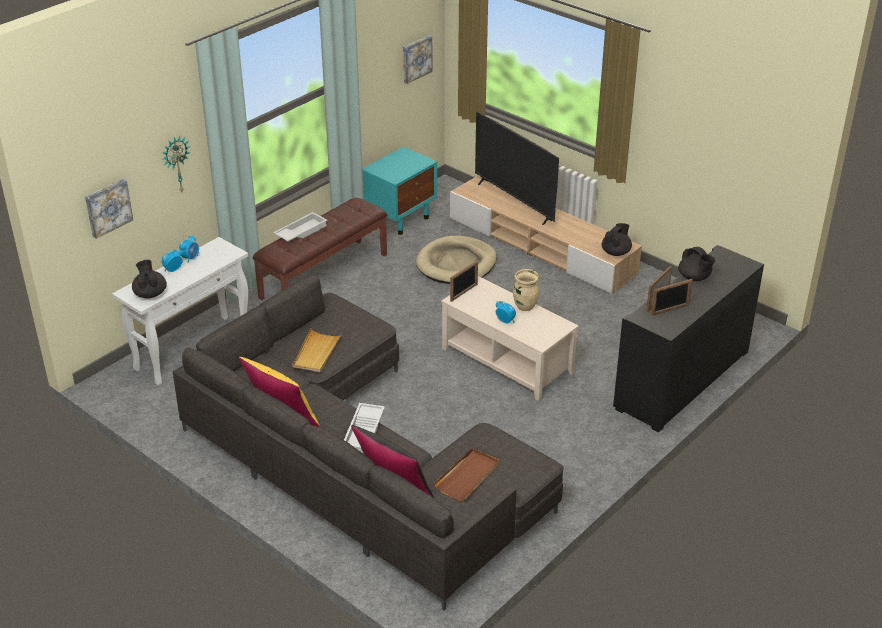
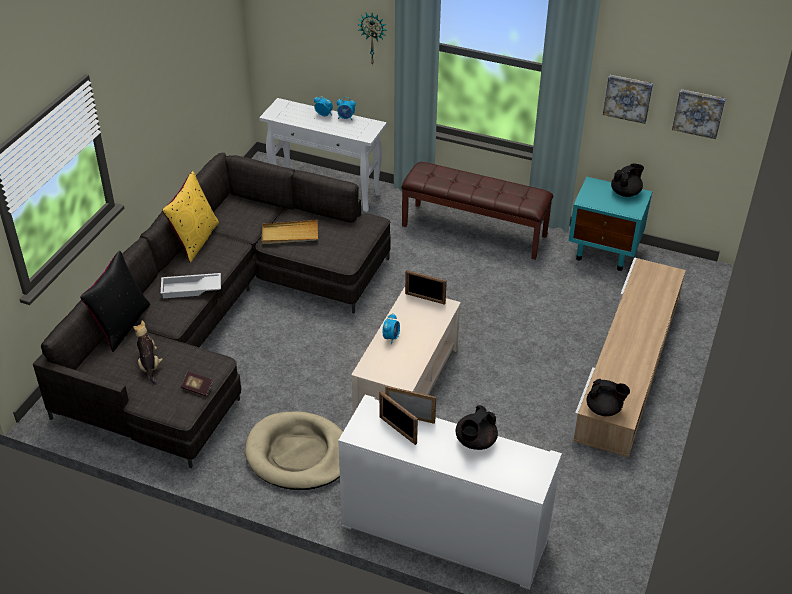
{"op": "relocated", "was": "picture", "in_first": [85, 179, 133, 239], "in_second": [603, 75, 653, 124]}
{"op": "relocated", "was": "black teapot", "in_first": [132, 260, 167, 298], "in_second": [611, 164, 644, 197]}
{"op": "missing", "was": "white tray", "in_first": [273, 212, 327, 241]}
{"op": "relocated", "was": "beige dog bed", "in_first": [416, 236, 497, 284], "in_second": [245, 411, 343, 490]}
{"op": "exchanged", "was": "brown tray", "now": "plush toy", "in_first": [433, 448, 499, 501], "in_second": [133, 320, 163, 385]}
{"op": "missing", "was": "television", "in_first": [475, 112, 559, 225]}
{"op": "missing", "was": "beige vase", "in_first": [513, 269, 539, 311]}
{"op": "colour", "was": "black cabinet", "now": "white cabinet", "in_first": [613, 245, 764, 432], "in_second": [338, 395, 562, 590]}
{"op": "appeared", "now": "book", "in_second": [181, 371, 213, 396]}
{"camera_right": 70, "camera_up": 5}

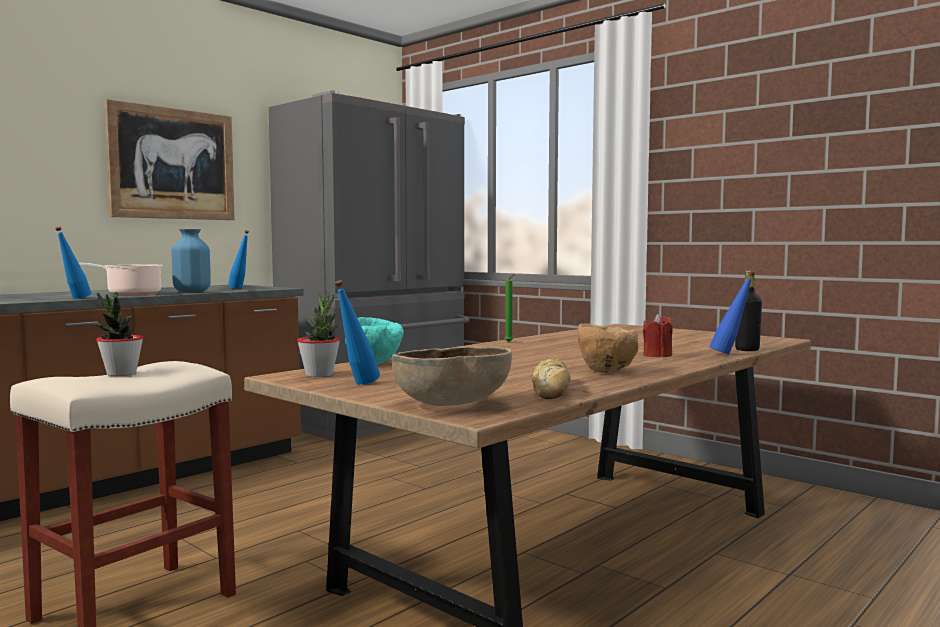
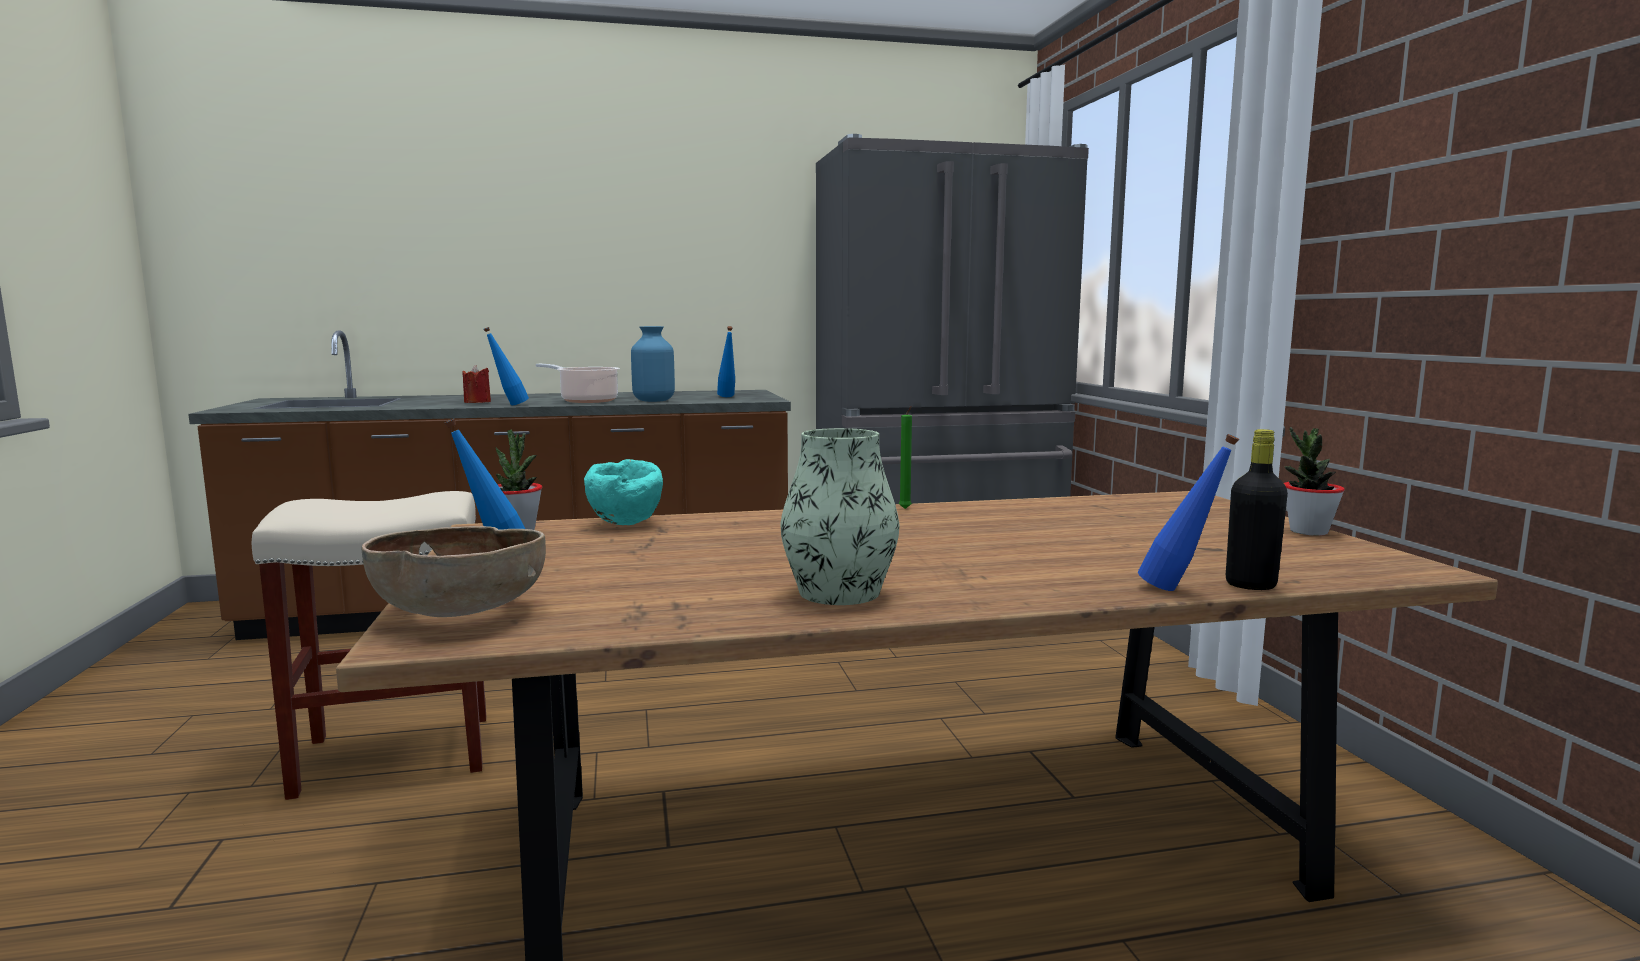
{"op": "relocated", "was": "potted plant", "in_first": [95, 292, 143, 376], "in_second": [1284, 427, 1345, 536]}
{"op": "missing", "was": "picture", "in_first": [105, 99, 235, 220]}
{"op": "missing", "was": "bread", "in_first": [533, 359, 571, 399]}
{"op": "exchanged", "was": "brown bowl", "now": "vase", "in_first": [578, 323, 638, 373], "in_second": [780, 428, 900, 605]}
{"op": "relocated", "was": "red candle", "in_first": [643, 314, 673, 357], "in_second": [462, 365, 491, 403]}
{"camera_right": 35, "camera_up": 5}

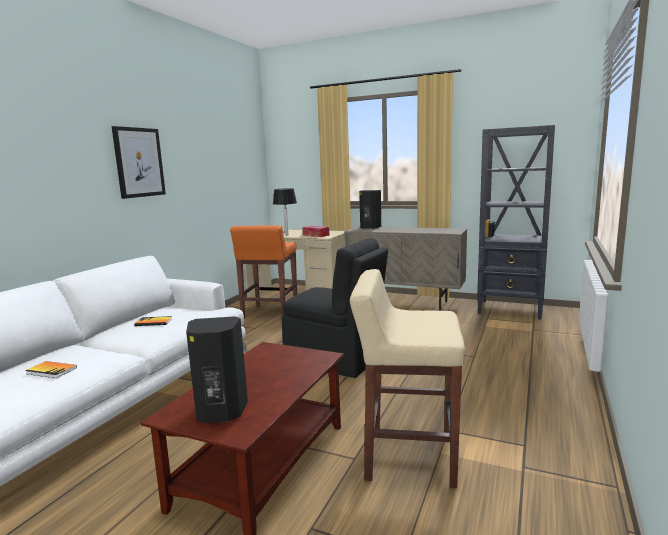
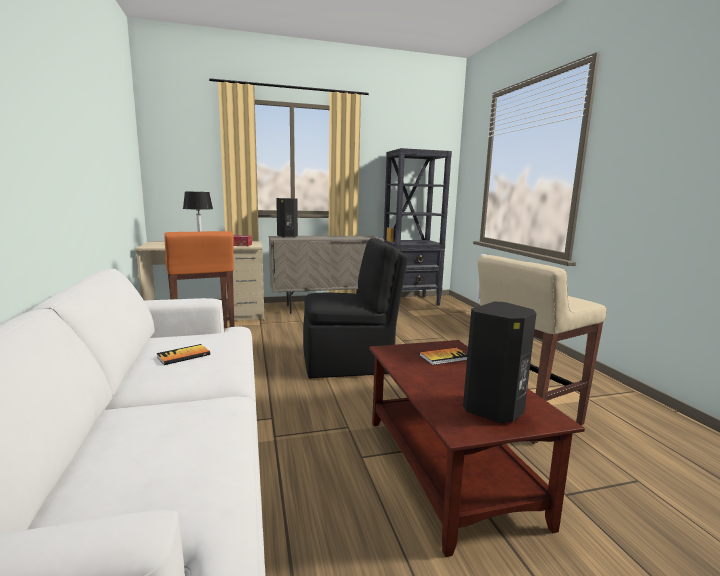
{"op": "relocated", "was": "book", "in_first": [25, 361, 77, 378], "in_second": [420, 348, 467, 365]}
{"op": "missing", "was": "picture", "in_first": [111, 126, 166, 199]}
{"camera_right": -40, "camera_up": 0}

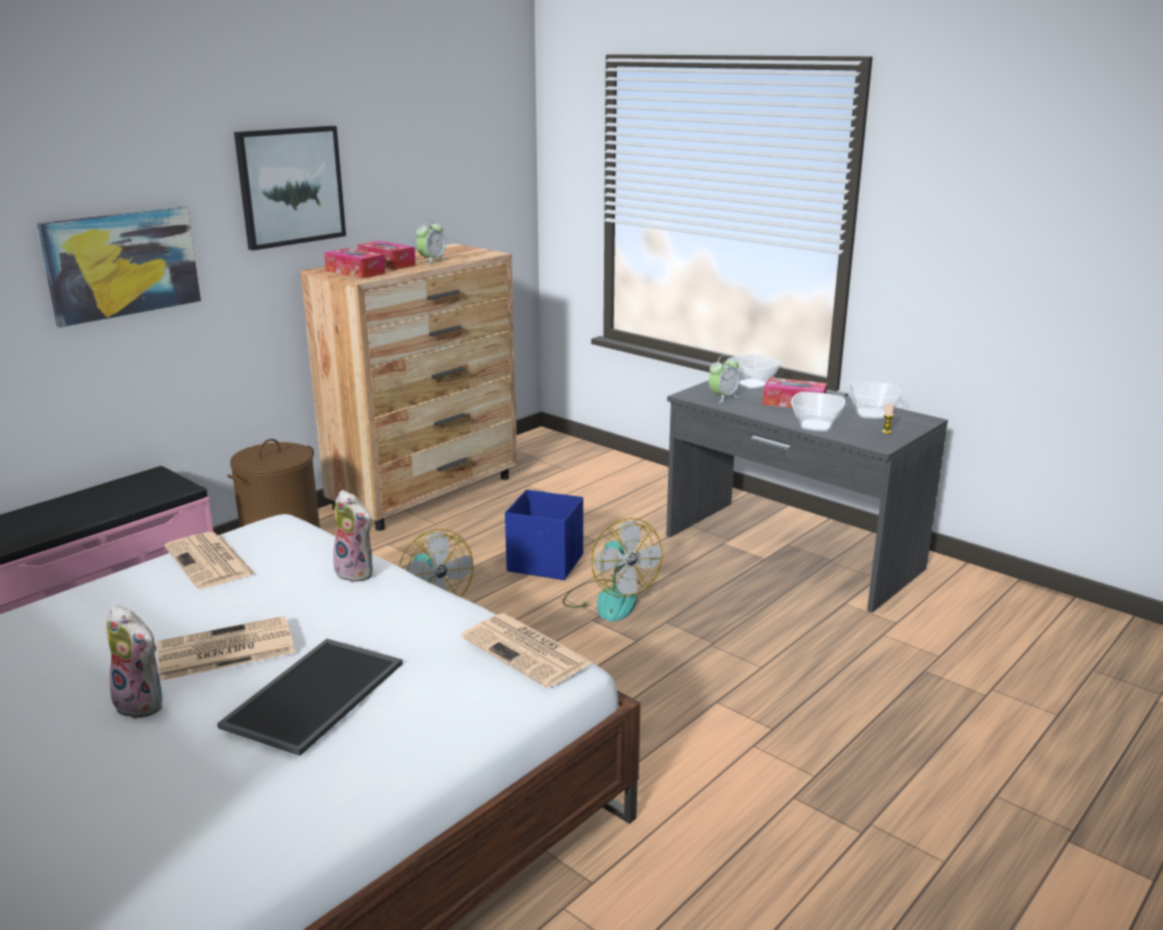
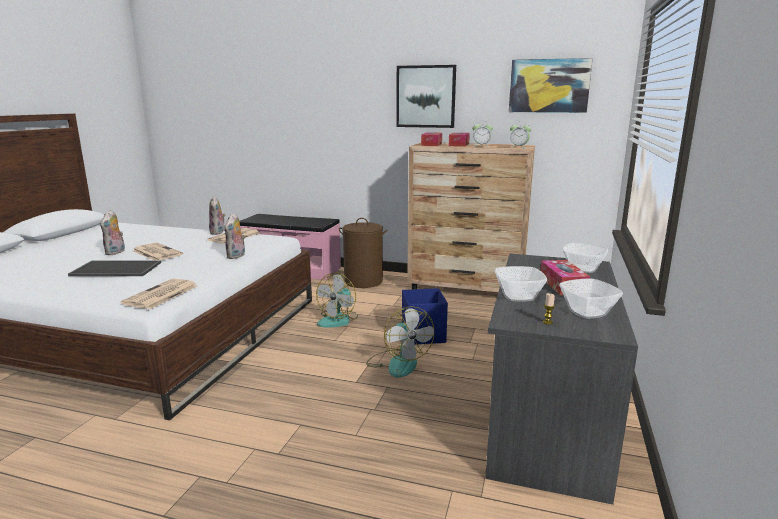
{"op": "relocated", "was": "picture", "in_first": [36, 206, 201, 327], "in_second": [509, 58, 593, 113]}
{"op": "spun", "was": "fan", "in_first": [562, 518, 663, 621], "in_second": [366, 306, 434, 377], "clockwise": -60}
{"op": "relocated", "was": "alarm clock", "in_first": [709, 355, 740, 403], "in_second": [510, 122, 531, 149]}
{"op": "appeared", "now": "plush toy", "in_second": [209, 196, 225, 235]}
{"camera_right": 65, "camera_up": -5}

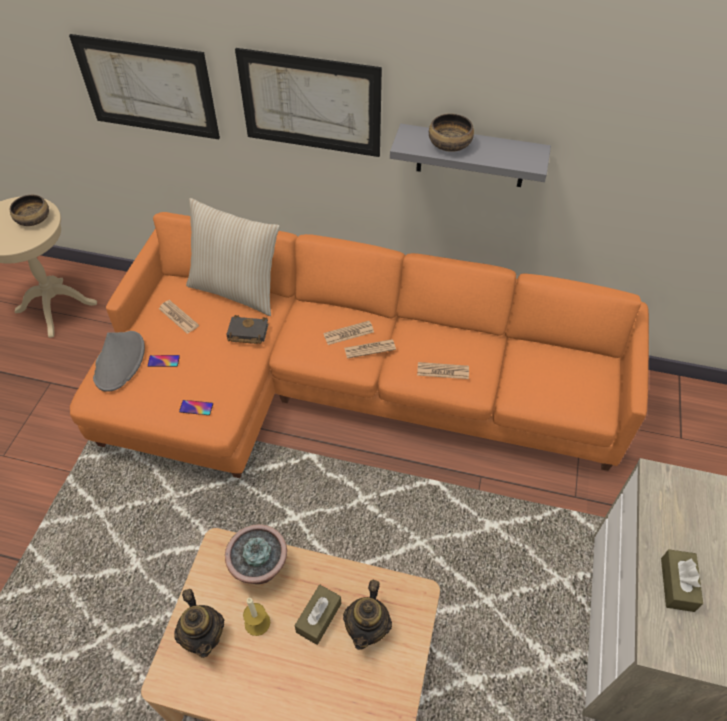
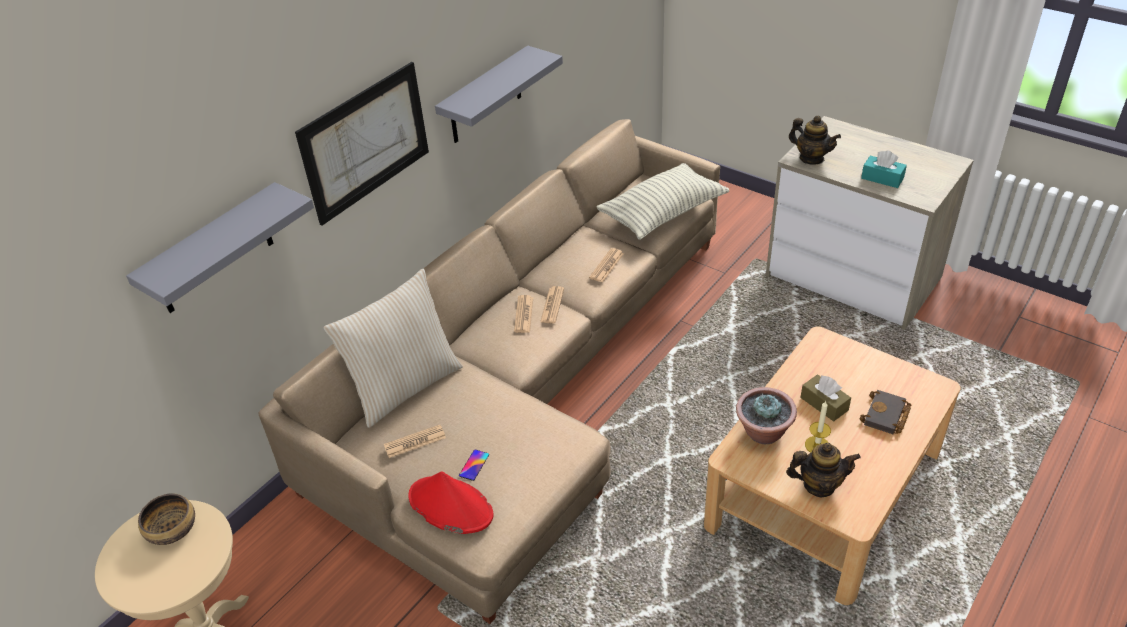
{"op": "exchanged", "was": "picture", "now": "grey shelf", "in_first": [69, 34, 220, 139], "in_second": [126, 182, 314, 313]}
{"op": "colour", "was": "orange sofa", "now": "beige sofa", "in_first": [70, 212, 649, 478], "in_second": [259, 119, 720, 624]}
{"op": "colour", "was": "grey hat", "now": "red hat", "in_first": [93, 331, 145, 392], "in_second": [408, 471, 494, 534]}
{"op": "missing", "was": "phone", "in_first": [179, 400, 213, 415]}
{"op": "relocated", "was": "black book", "in_first": [226, 315, 268, 344], "in_second": [859, 390, 911, 434]}
{"op": "relocated", "was": "teapot", "in_first": [343, 580, 392, 650], "in_second": [789, 116, 841, 165]}
{"op": "missing", "was": "bowl", "in_first": [429, 113, 474, 152]}
{"op": "colour", "was": "brown tissue box", "now": "turquoise tissue box", "in_first": [661, 549, 703, 612], "in_second": [861, 150, 907, 188]}
{"op": "appeared", "now": "pillow", "in_second": [597, 163, 729, 240]}
{"camera_right": -65, "camera_up": -10}

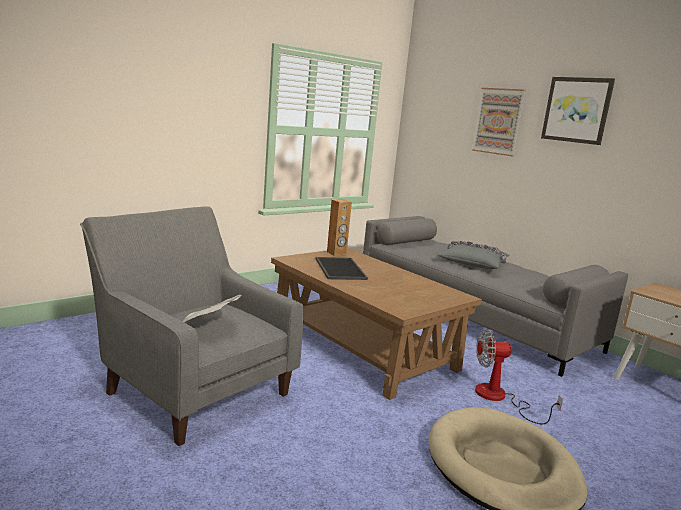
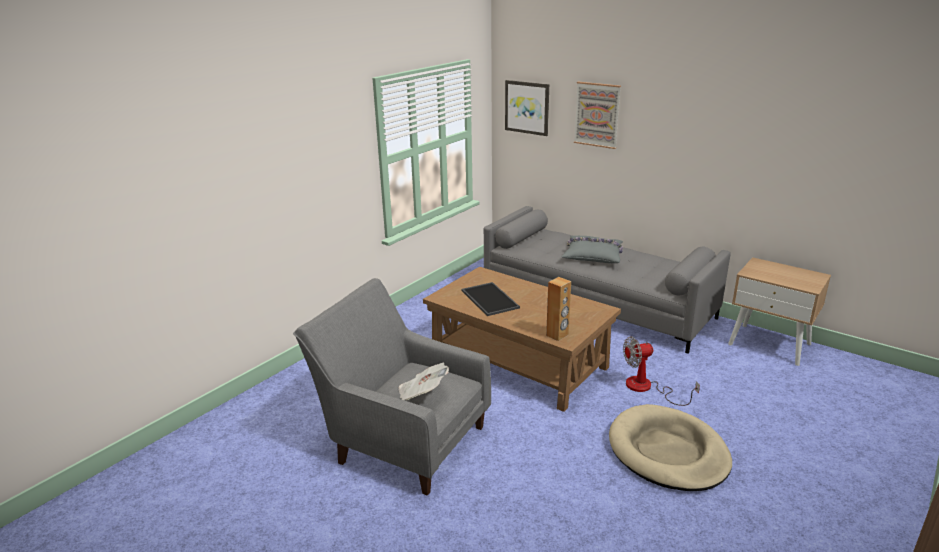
{"op": "relocated", "was": "brown speaker", "in_first": [327, 199, 352, 256], "in_second": [546, 277, 571, 341]}
{"op": "relocated", "was": "picture", "in_first": [541, 77, 615, 145], "in_second": [505, 80, 549, 136]}
{"camera_right": -10, "camera_up": 10}

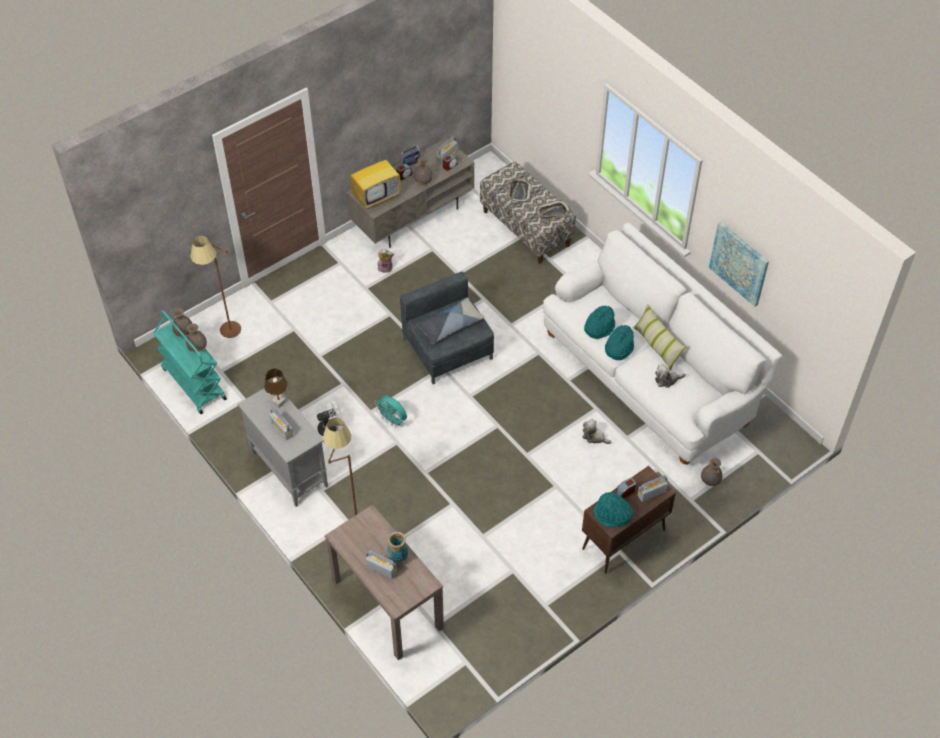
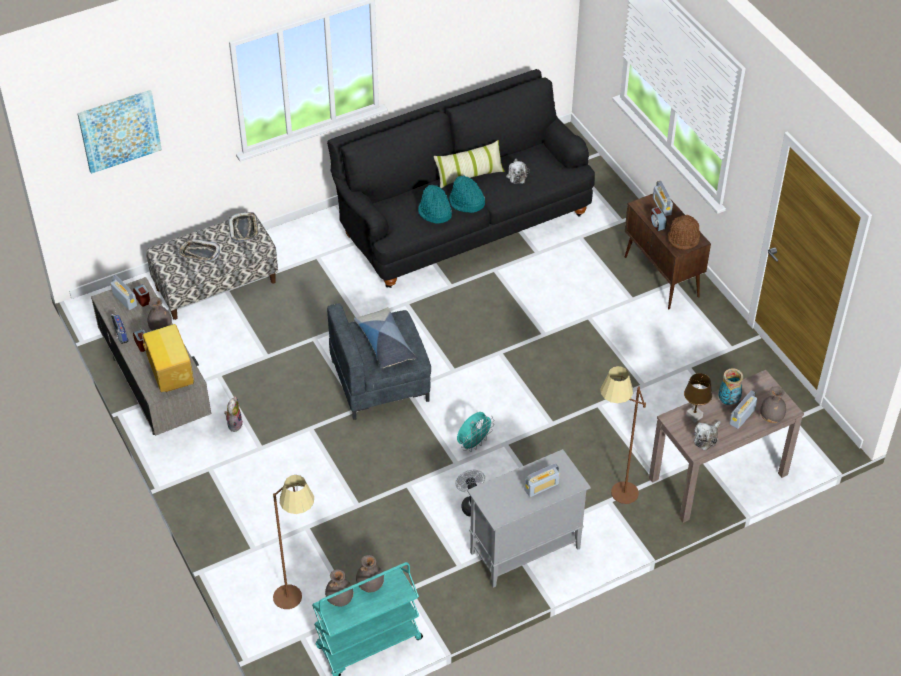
{"op": "relocated", "was": "brown table lamp", "in_first": [264, 369, 288, 408], "in_second": [684, 373, 712, 423]}
{"op": "colour", "was": "white sofa", "now": "black sofa", "in_first": [543, 223, 783, 465], "in_second": [327, 69, 595, 288]}
{"op": "relocated", "was": "plush toy", "in_first": [582, 419, 612, 444], "in_second": [694, 421, 721, 451]}
{"op": "colour", "was": "turquoise hat", "now": "brown hat", "in_first": [594, 492, 633, 527], "in_second": [668, 215, 700, 250]}
{"op": "relocated", "was": "grey vase", "in_first": [701, 458, 723, 486], "in_second": [760, 386, 786, 423]}
{"op": "relocated", "was": "picture", "in_first": [709, 222, 769, 307], "in_second": [77, 90, 162, 174]}
{"camera_right": -80, "camera_up": -5}

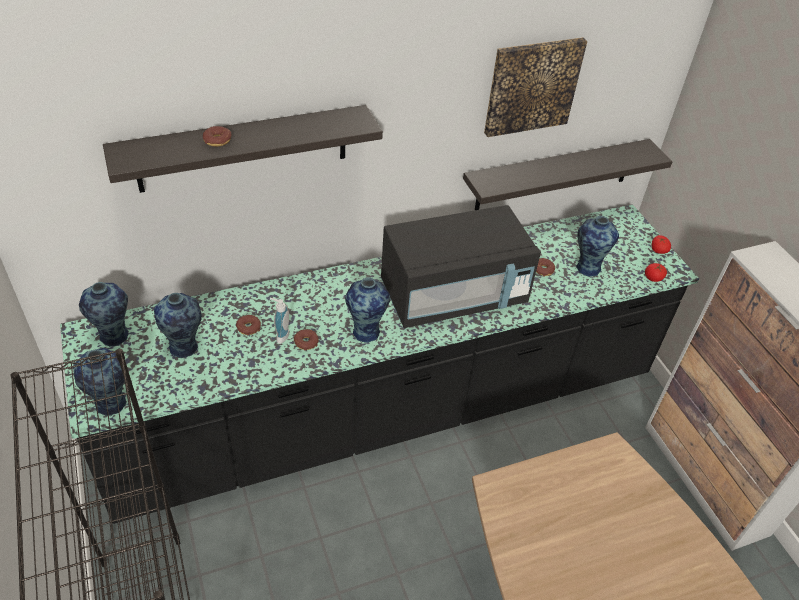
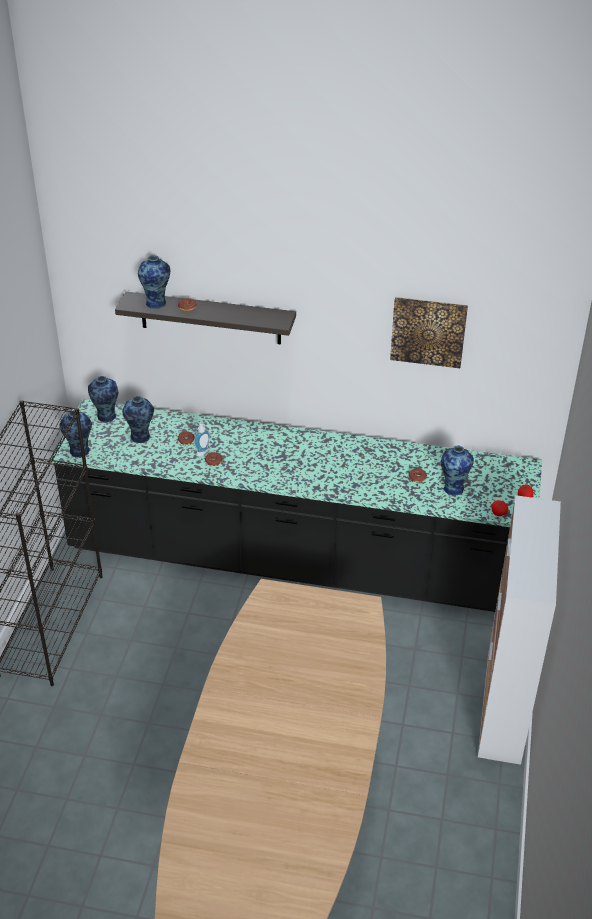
{"op": "relocated", "was": "vase", "in_first": [345, 277, 390, 343], "in_second": [138, 255, 170, 309]}
{"op": "missing", "was": "black microwave", "in_first": [381, 205, 541, 328]}
{"op": "missing", "was": "shelf", "in_first": [463, 139, 673, 210]}
{"camera_right": 35, "camera_up": -5}

